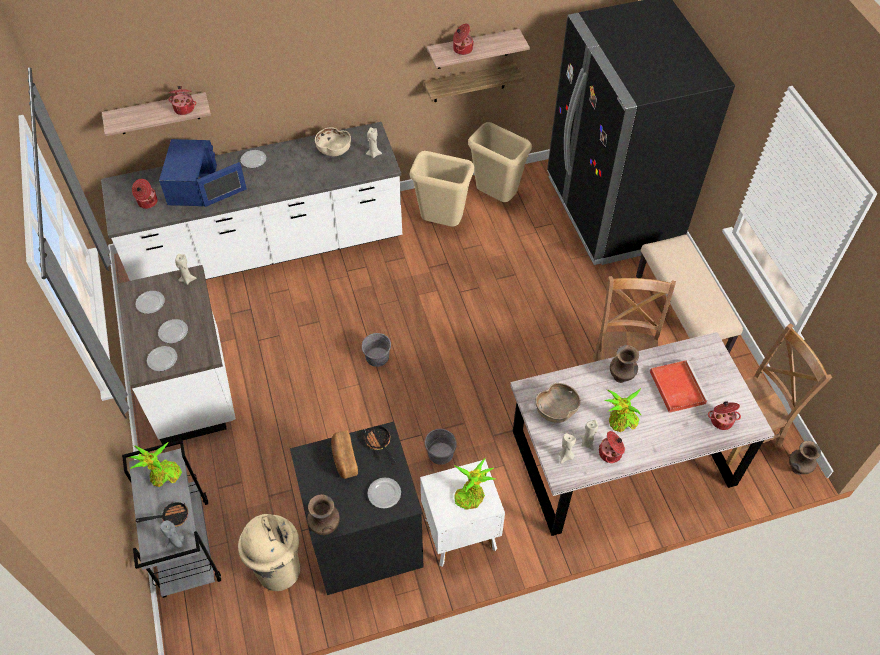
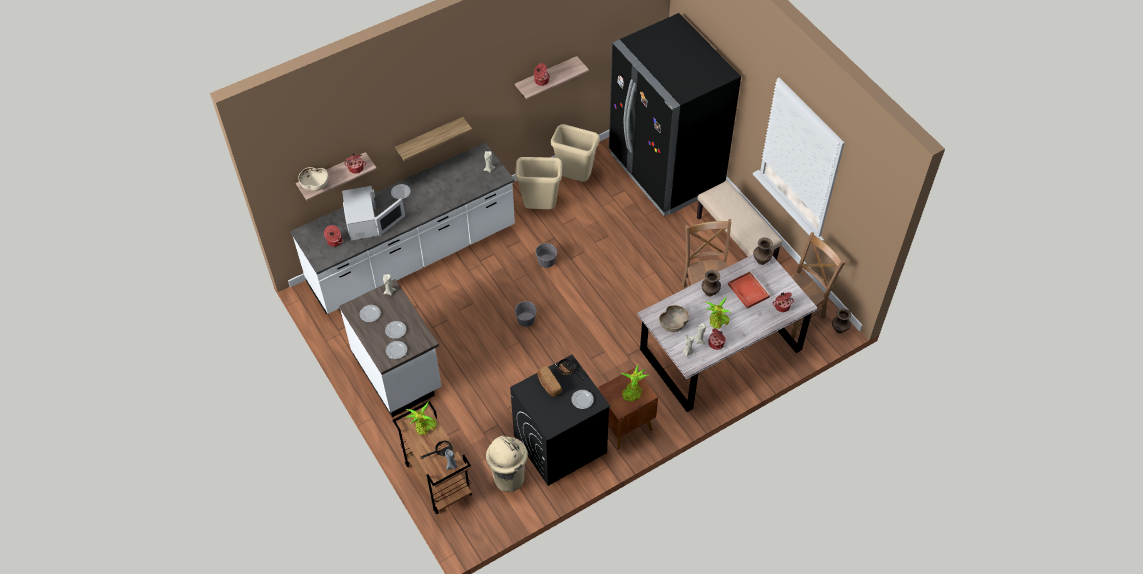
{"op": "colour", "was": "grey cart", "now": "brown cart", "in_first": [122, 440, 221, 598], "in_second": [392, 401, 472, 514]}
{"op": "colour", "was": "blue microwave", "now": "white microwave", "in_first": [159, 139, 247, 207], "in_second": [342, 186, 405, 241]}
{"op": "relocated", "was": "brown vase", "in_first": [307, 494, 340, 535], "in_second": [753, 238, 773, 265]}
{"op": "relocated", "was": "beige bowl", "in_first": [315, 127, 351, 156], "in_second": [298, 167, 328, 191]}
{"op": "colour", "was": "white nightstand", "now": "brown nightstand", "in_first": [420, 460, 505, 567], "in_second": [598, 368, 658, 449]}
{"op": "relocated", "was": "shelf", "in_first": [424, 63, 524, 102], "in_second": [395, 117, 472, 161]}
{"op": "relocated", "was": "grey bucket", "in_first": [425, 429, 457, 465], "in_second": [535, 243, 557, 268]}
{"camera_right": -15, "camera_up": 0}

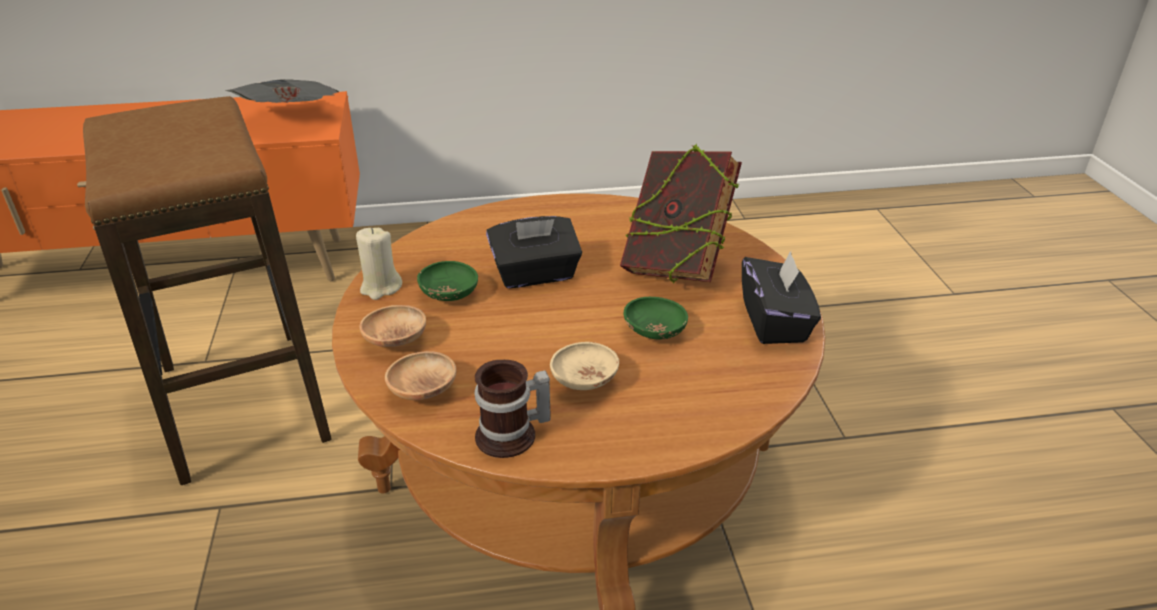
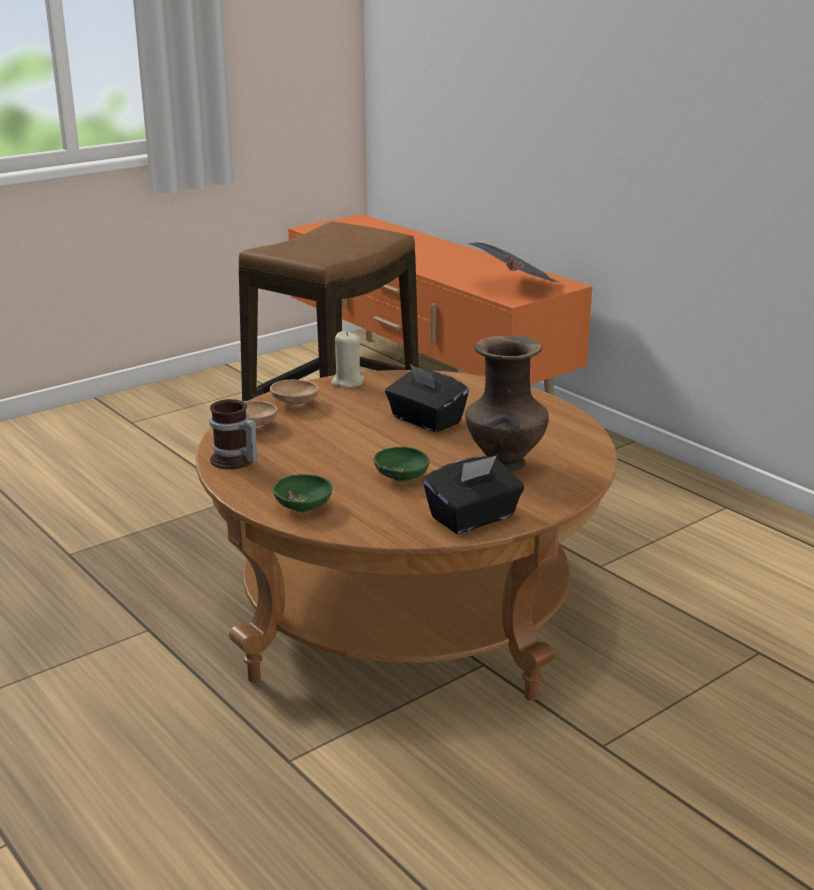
{"op": "relocated", "was": "green bowl", "in_first": [417, 261, 478, 301], "in_second": [273, 474, 332, 512]}
{"op": "missing", "was": "beige bowl", "in_first": [550, 342, 619, 390]}
{"op": "exchanged", "was": "book", "now": "brown vase", "in_first": [620, 144, 742, 284], "in_second": [465, 335, 549, 472]}
{"camera_right": 60, "camera_up": -10}

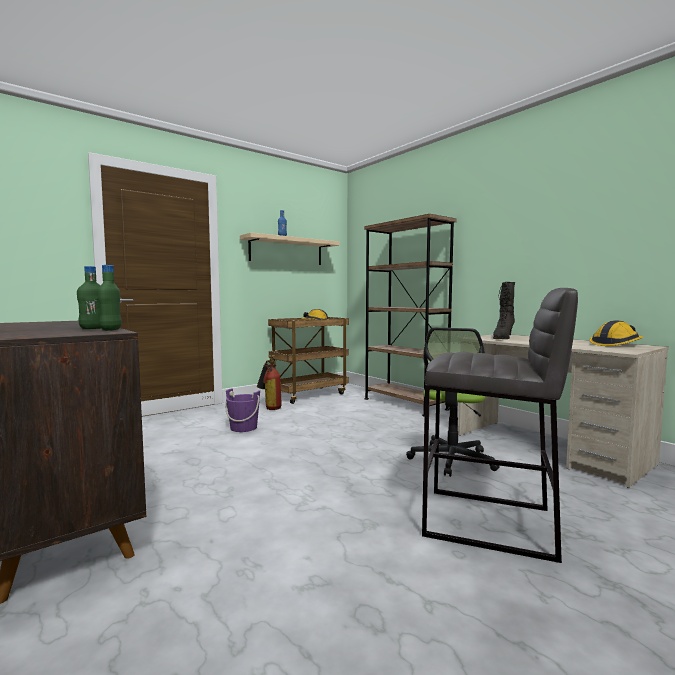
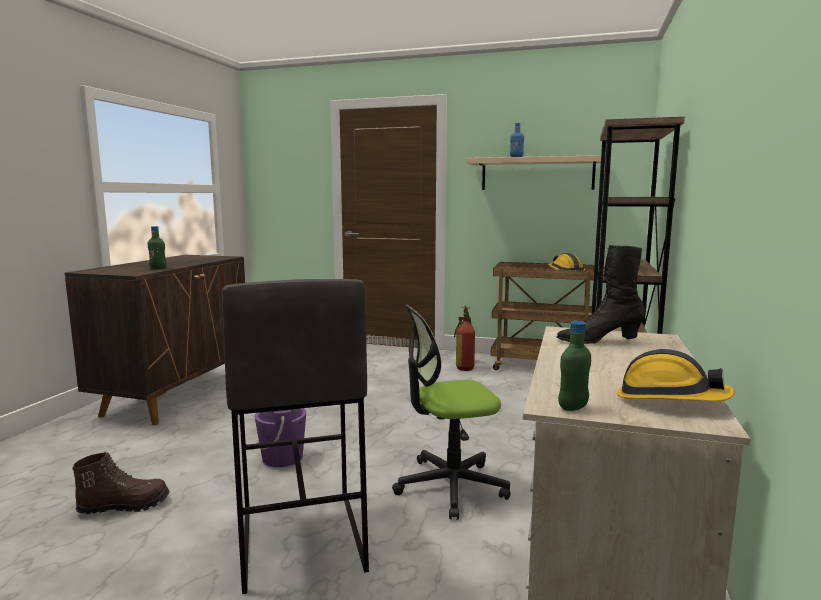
{"op": "relocated", "was": "green bottle", "in_first": [98, 265, 122, 331], "in_second": [558, 321, 591, 411]}
{"op": "relocated", "was": "purple bucket", "in_first": [226, 388, 260, 432], "in_second": [255, 408, 306, 467]}
{"op": "appeared", "now": "brown boot", "in_second": [72, 452, 170, 514]}
{"camera_right": 55, "camera_up": 5}

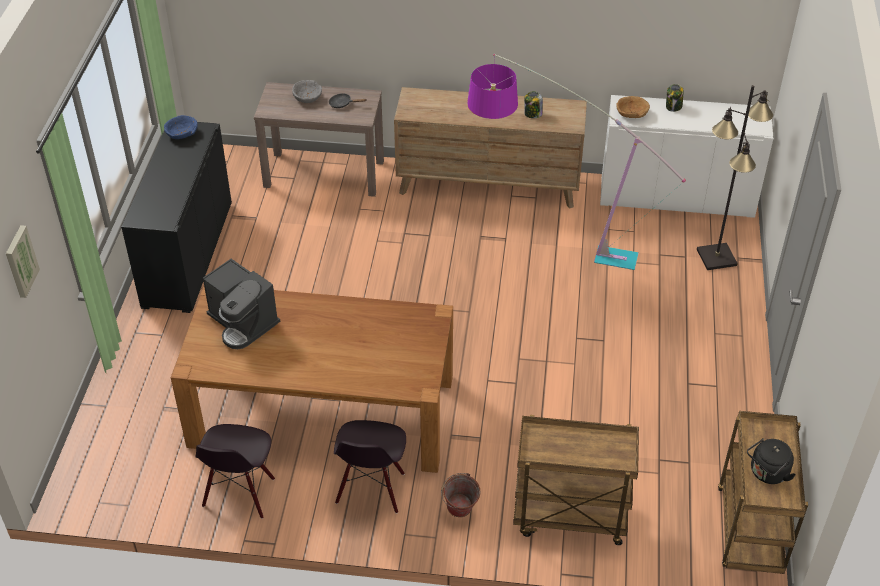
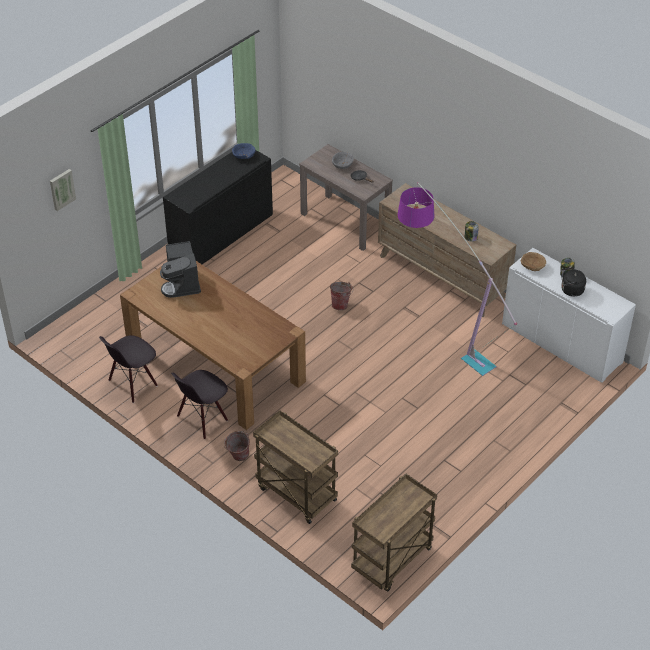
{"op": "missing", "was": "black floor lamp", "in_first": [697, 85, 773, 270]}
{"op": "relocated", "was": "black kettle", "in_first": [747, 438, 796, 484], "in_second": [560, 267, 586, 297]}
{"op": "appeared", "now": "bucket", "in_second": [330, 282, 353, 310]}
{"camera_right": 35, "camera_up": 0}

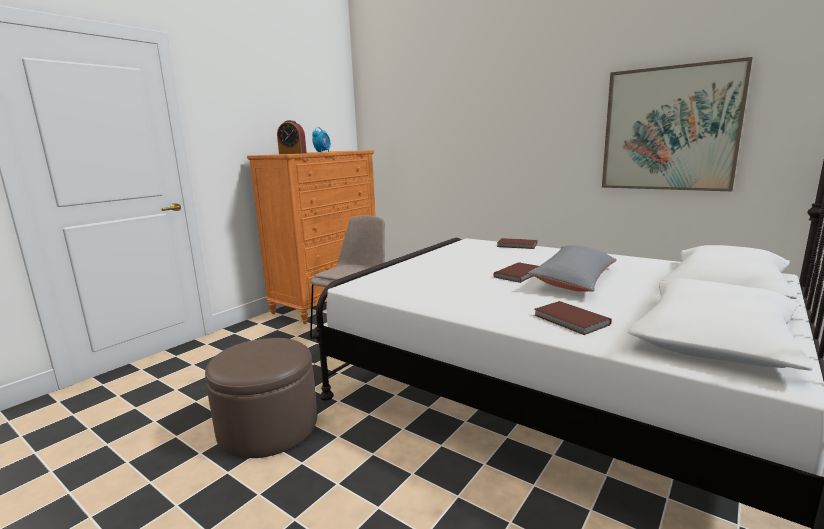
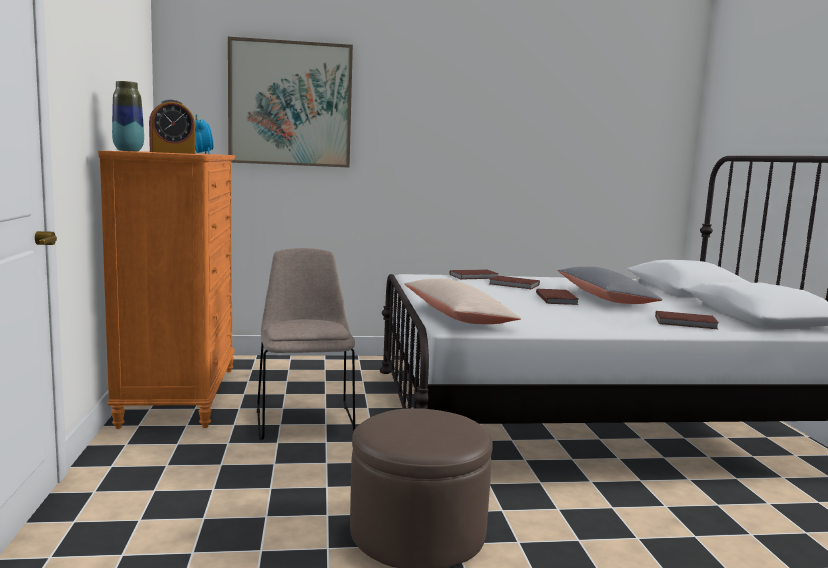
{"op": "relocated", "was": "picture", "in_first": [602, 57, 753, 191], "in_second": [228, 37, 353, 168]}
{"op": "appeared", "now": "vase", "in_second": [112, 81, 144, 151]}
{"op": "appeared", "now": "beige pillow", "in_second": [404, 279, 521, 324]}
{"op": "appeared", "now": "brown book", "in_second": [490, 276, 540, 289]}
{"camera_right": -45, "camera_up": -5}

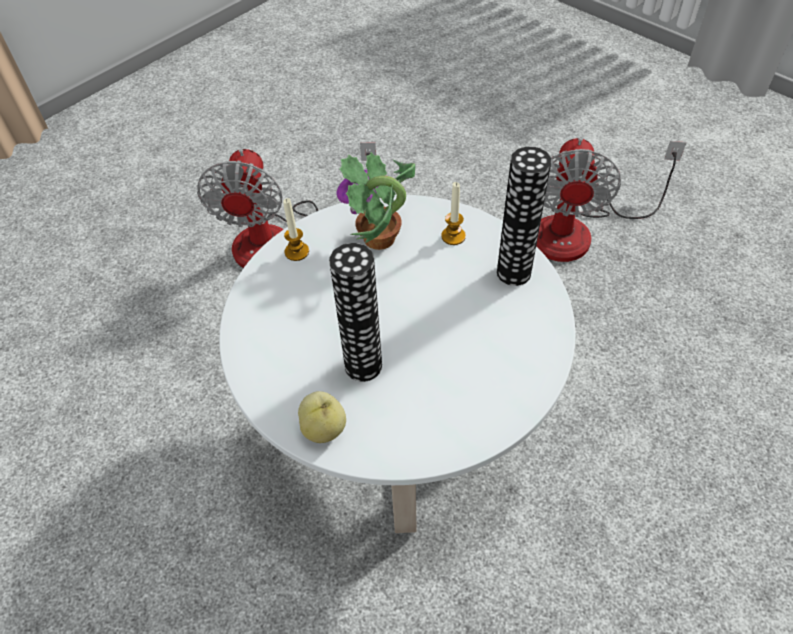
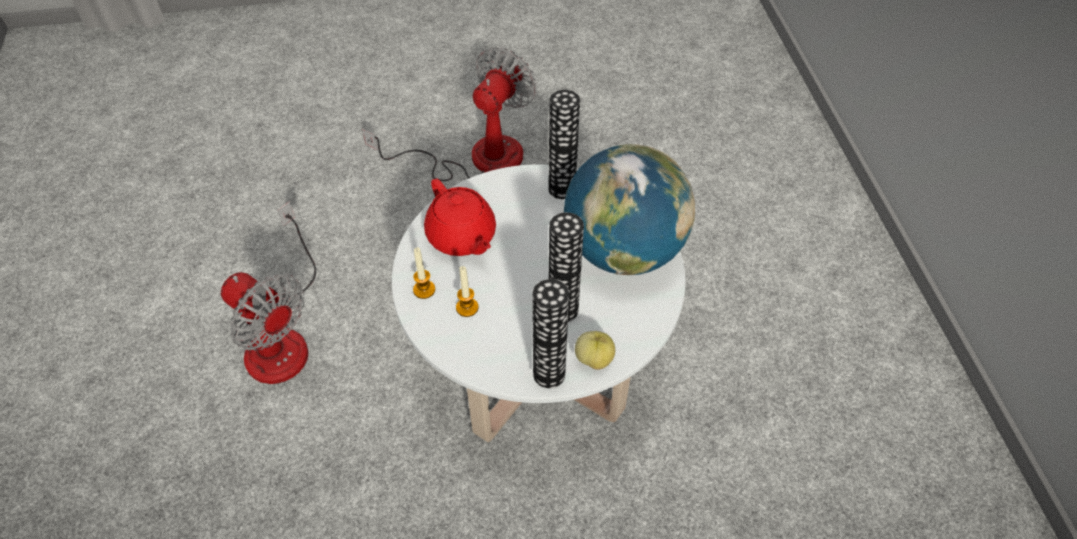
{"op": "exchanged", "was": "potted plant", "now": "red teapot", "in_first": [337, 152, 415, 250], "in_second": [424, 178, 496, 256]}
{"op": "relocated", "was": "candle", "in_first": [441, 182, 466, 245], "in_second": [456, 266, 479, 317]}
{"op": "spun", "was": "fan", "in_first": [536, 137, 687, 262], "in_second": [362, 47, 536, 181], "clockwise": -105}
{"op": "appeared", "now": "vase", "in_second": [532, 279, 569, 388]}
{"op": "appeared", "now": "globe", "in_second": [564, 144, 695, 275]}
{"camera_right": -55, "camera_up": 0}

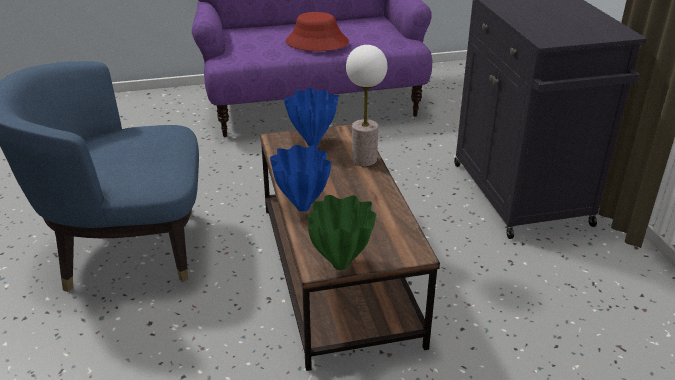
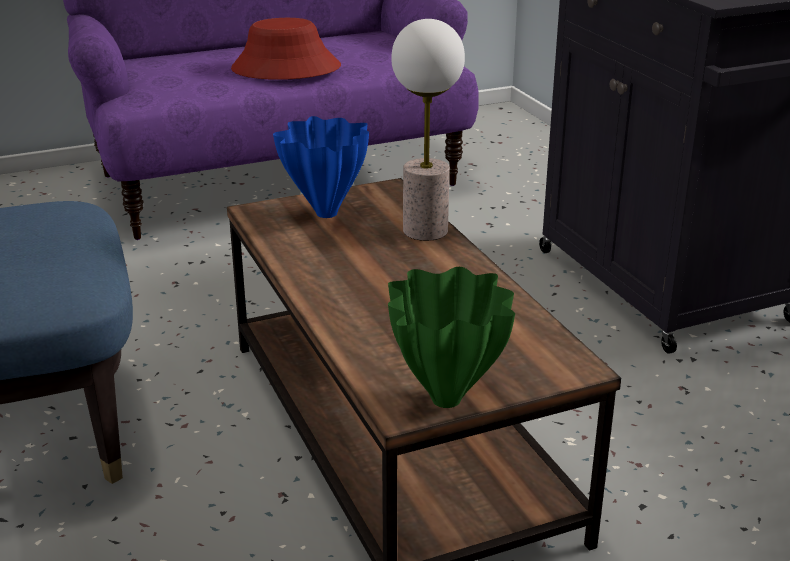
{"op": "missing", "was": "blue vase", "in_first": [270, 145, 331, 211]}
{"camera_right": -10, "camera_up": -5}

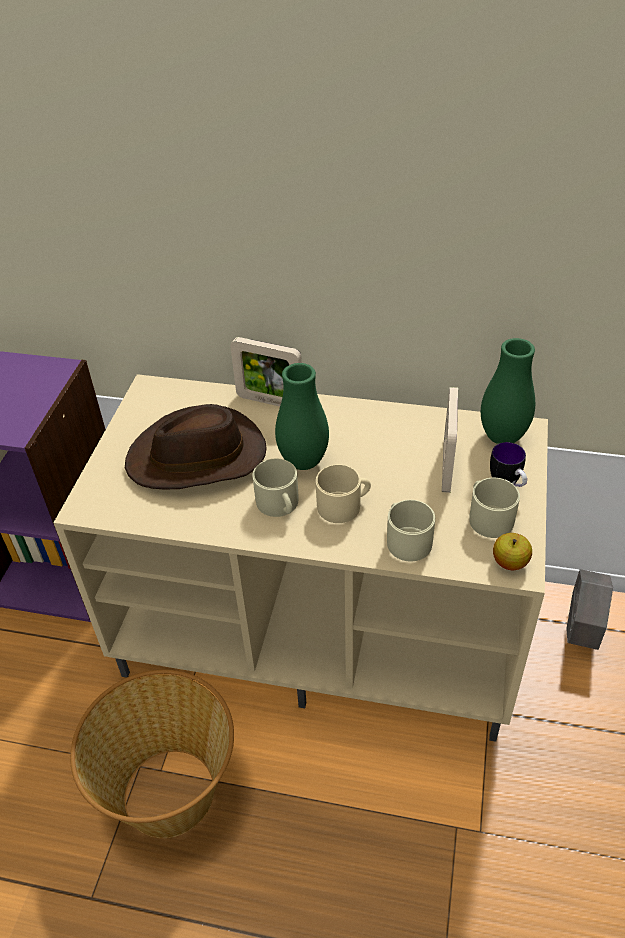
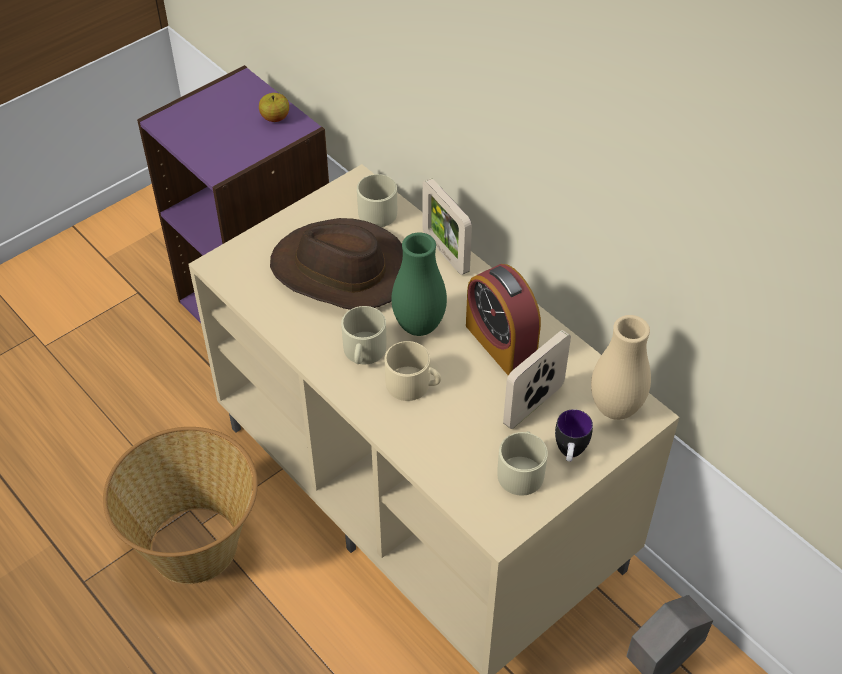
{"op": "relocated", "was": "beige mug", "in_first": [387, 500, 435, 561], "in_second": [357, 174, 397, 227]}
{"op": "colour", "was": "green vase", "now": "beige vase", "in_first": [481, 338, 535, 444], "in_second": [591, 315, 651, 420]}
{"op": "relocated", "was": "apple", "in_first": [493, 533, 532, 570], "in_second": [259, 93, 289, 122]}
{"op": "appeared", "now": "alarm clock", "in_second": [466, 264, 541, 376]}
{"camera_right": 35, "camera_up": 5}

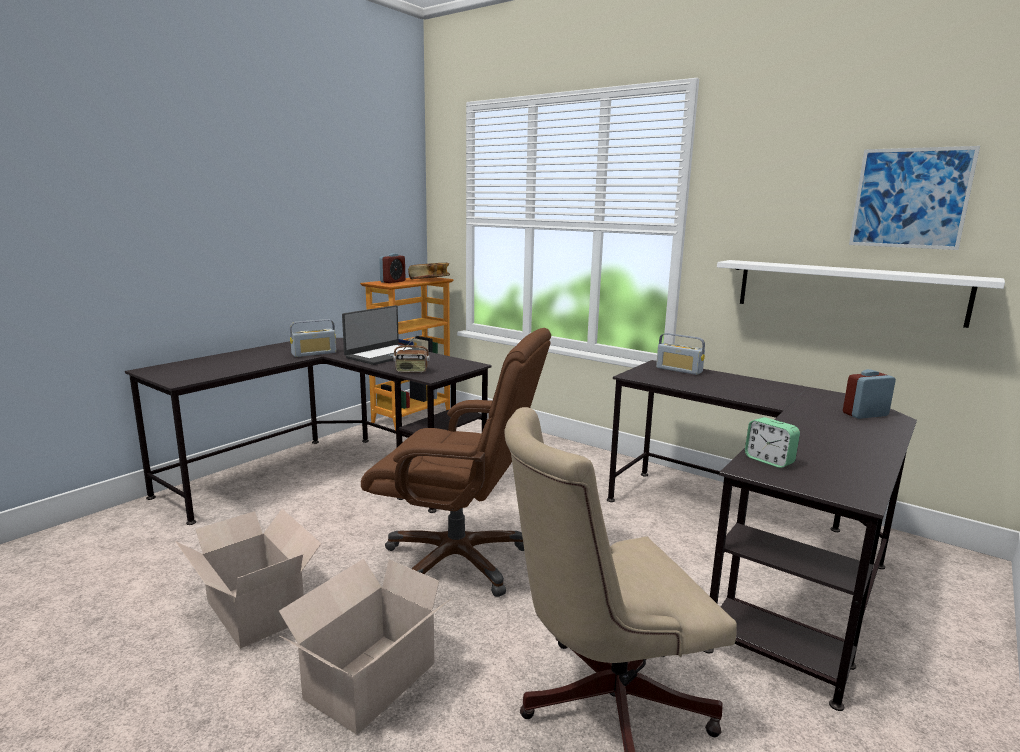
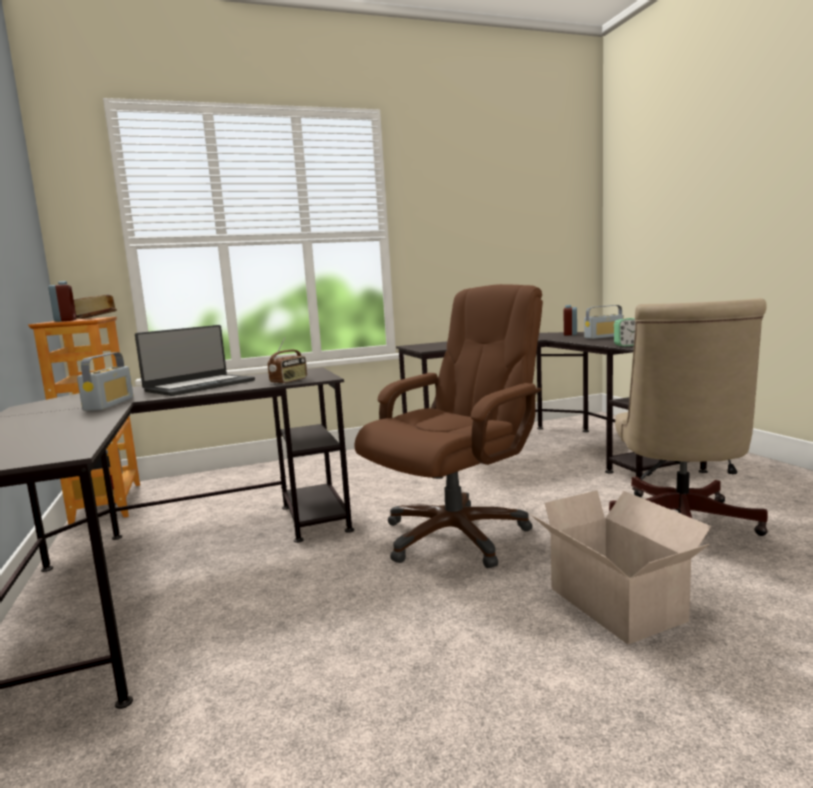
{"op": "missing", "was": "cardboard box", "in_first": [175, 509, 321, 649]}
{"op": "spun", "was": "laptop", "in_first": [342, 305, 426, 365], "in_second": [135, 325, 255, 396], "clockwise": 60}
{"op": "relocated", "was": "radio", "in_first": [656, 333, 705, 375], "in_second": [584, 305, 624, 339]}
{"op": "missing", "was": "white shelf", "in_first": [717, 260, 1005, 328]}
{"op": "missing", "was": "picture", "in_first": [849, 146, 980, 250]}
{"camera_right": -55, "camera_up": -5}

